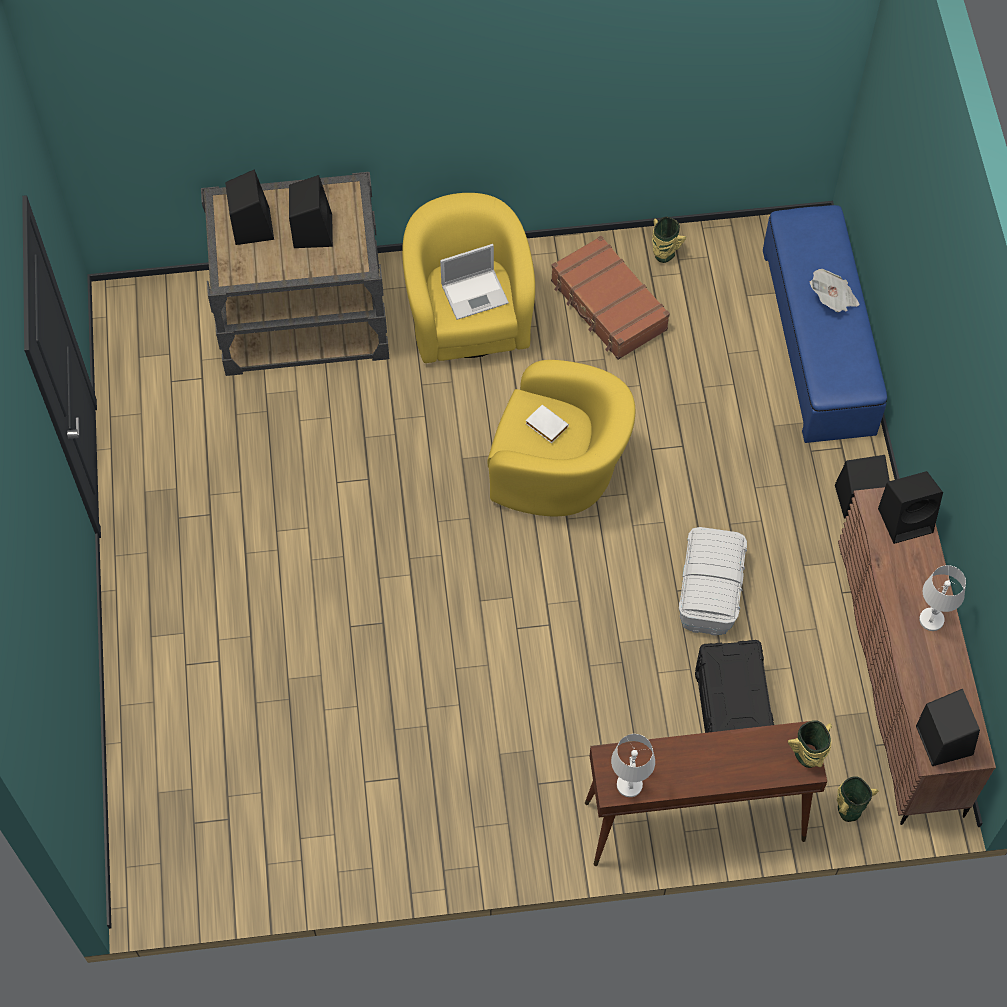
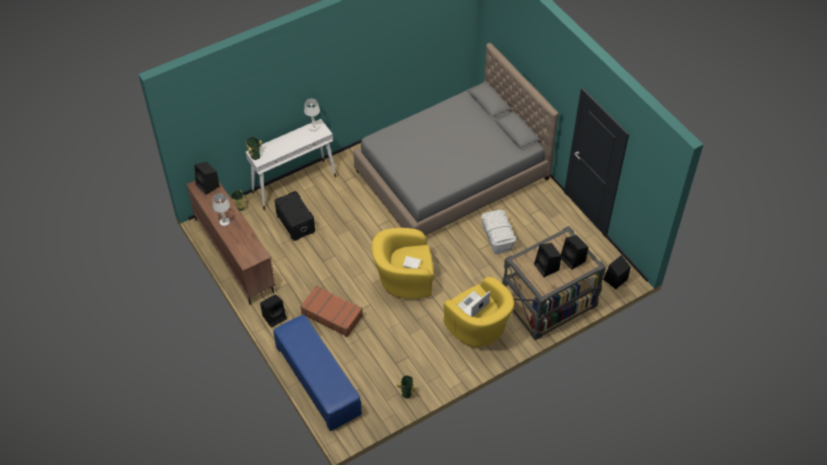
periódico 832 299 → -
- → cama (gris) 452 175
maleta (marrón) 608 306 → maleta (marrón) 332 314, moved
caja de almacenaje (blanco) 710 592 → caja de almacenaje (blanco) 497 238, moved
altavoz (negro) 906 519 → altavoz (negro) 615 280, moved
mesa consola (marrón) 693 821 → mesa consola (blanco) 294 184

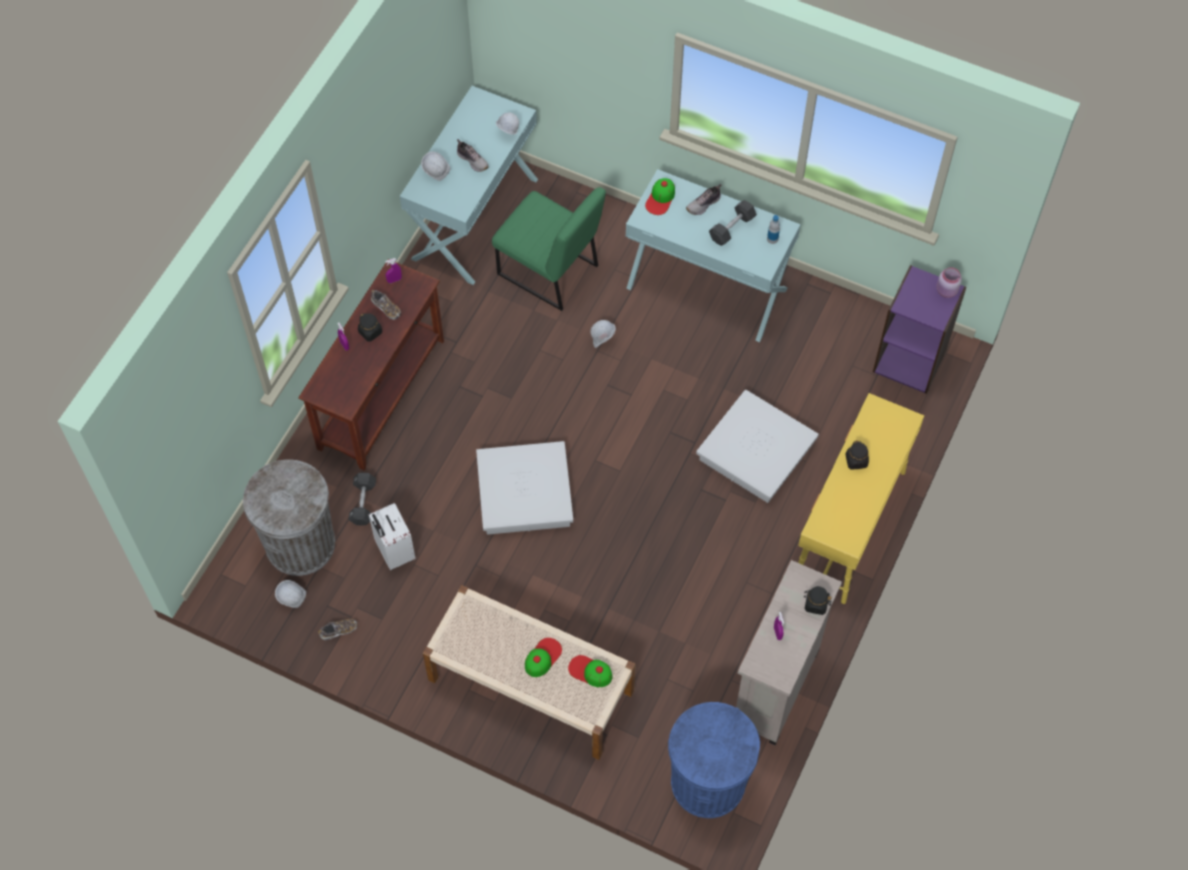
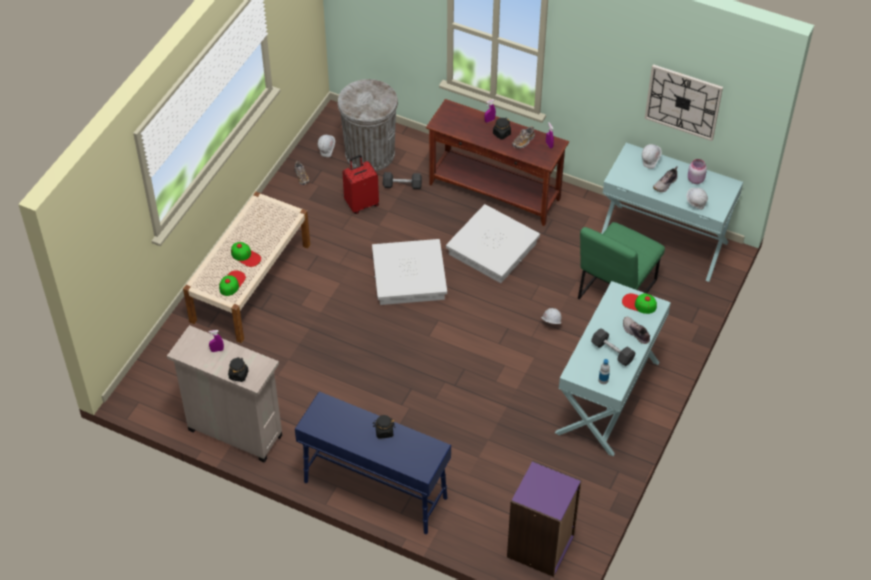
papelera (azul) 707 782 → -
- → reloj de pared 683 102
caja de almacenaje (blanco) 756 452 → caja de almacenaje (blanco) 492 249, moved
tarro (rosa) 946 291 → tarro (rosa) 695 179, moved
maleta (blanco) 394 552 → maleta (rojo) 361 203
mesa consola (amarillo) 848 525 → mesa consola (azul) 375 489

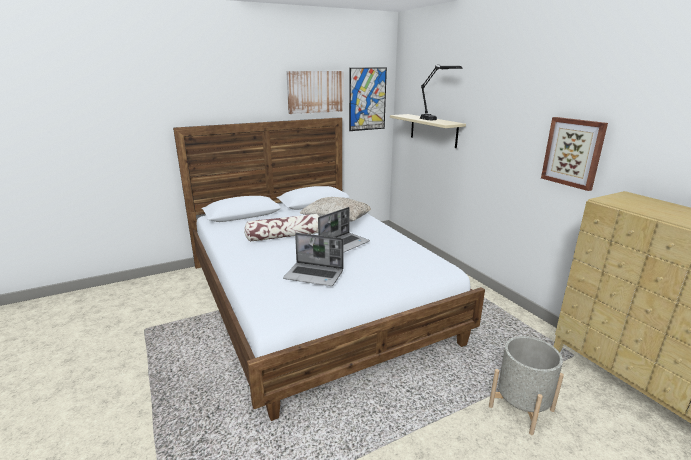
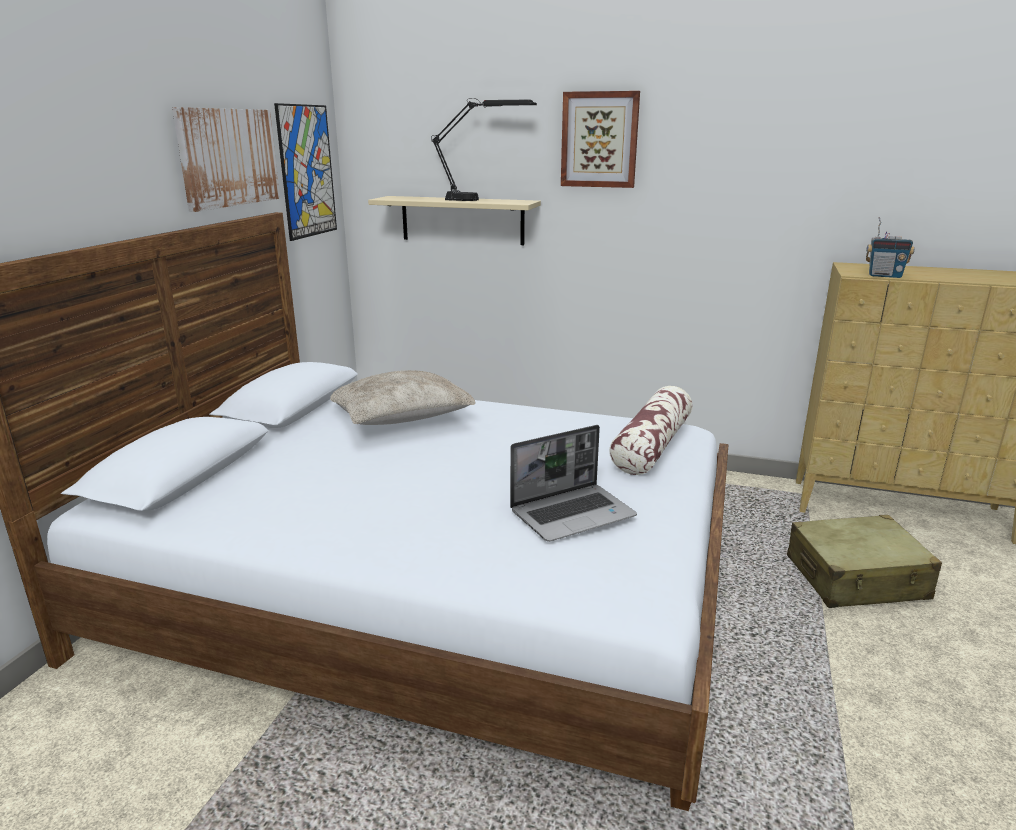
portátil 344 244 → -
- → radio 884 276
cojín 284 236 → cojín 652 445, moved
cuadro 573 152 → cuadro 599 140, moved
maceta (gris) 521 408 → maleta (beis) 856 578

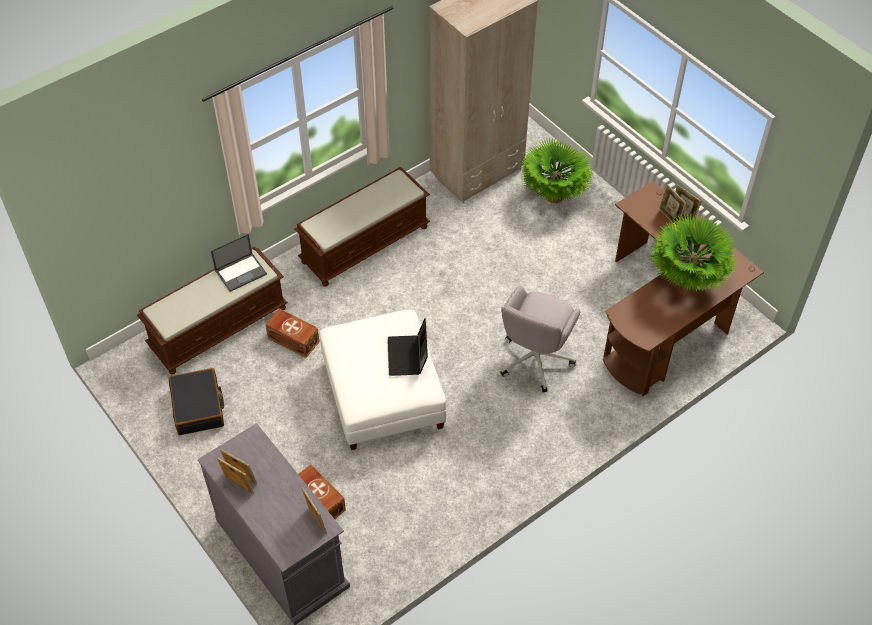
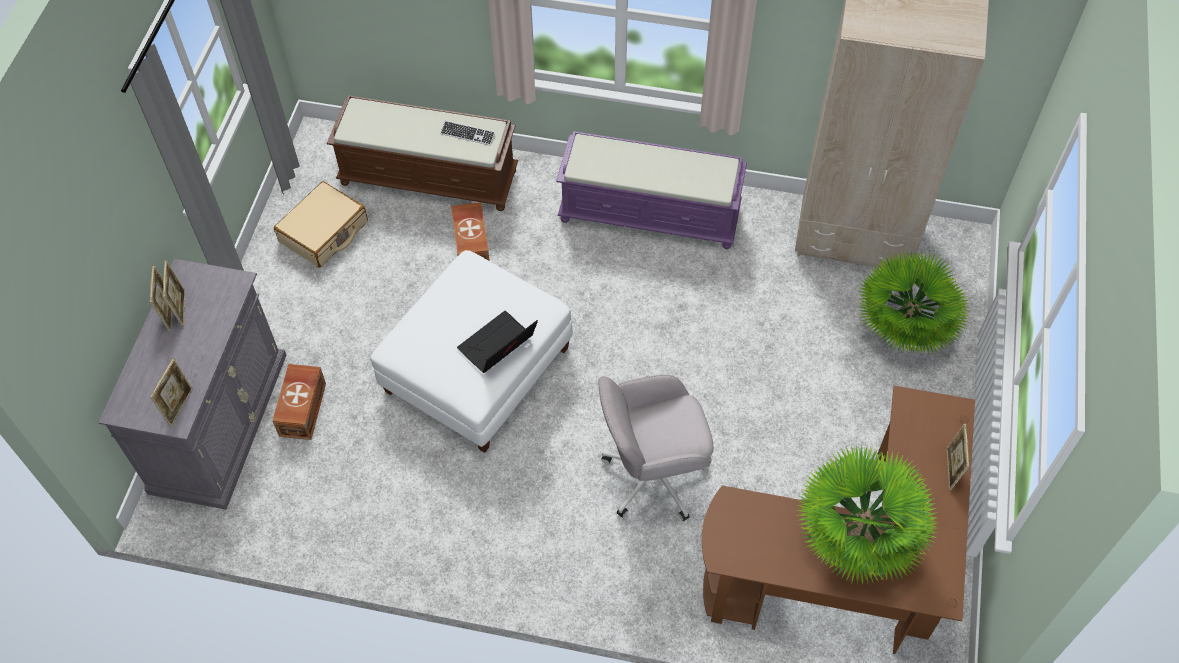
portarretratos 669 218 → -
portátil 241 272 → teclado 467 134
maleta (negro) 198 407 → maleta (beis) 324 232
banco (marrón) 365 243 → banco (morado) 651 213

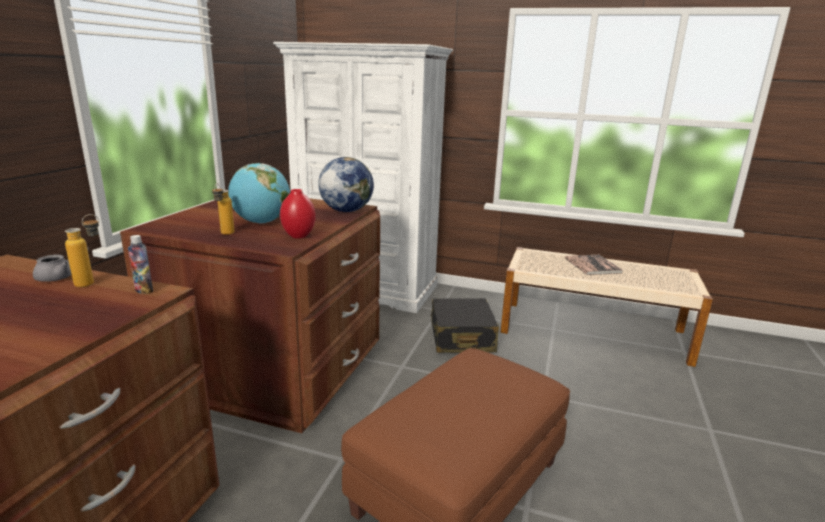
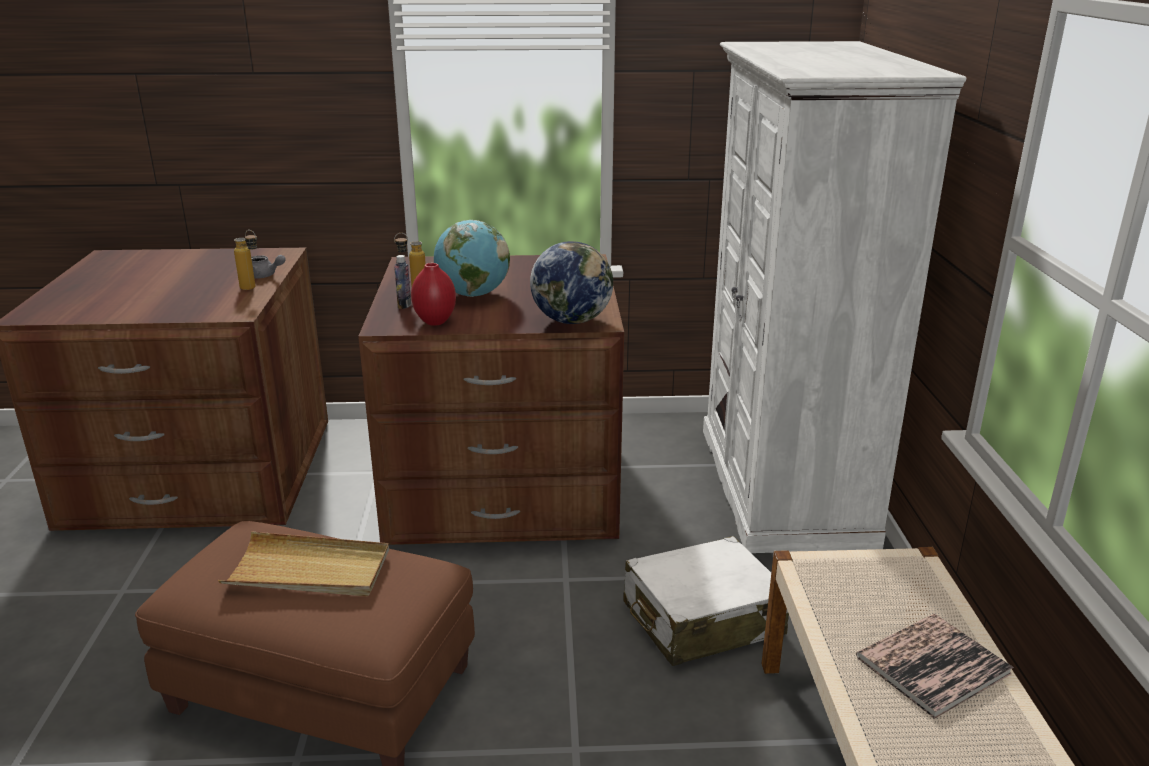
- → bandeja (beis) 309 570
botella 144 290 → botella 404 305, moved
maleta (negro) 461 337 → maleta (blanco) 702 619

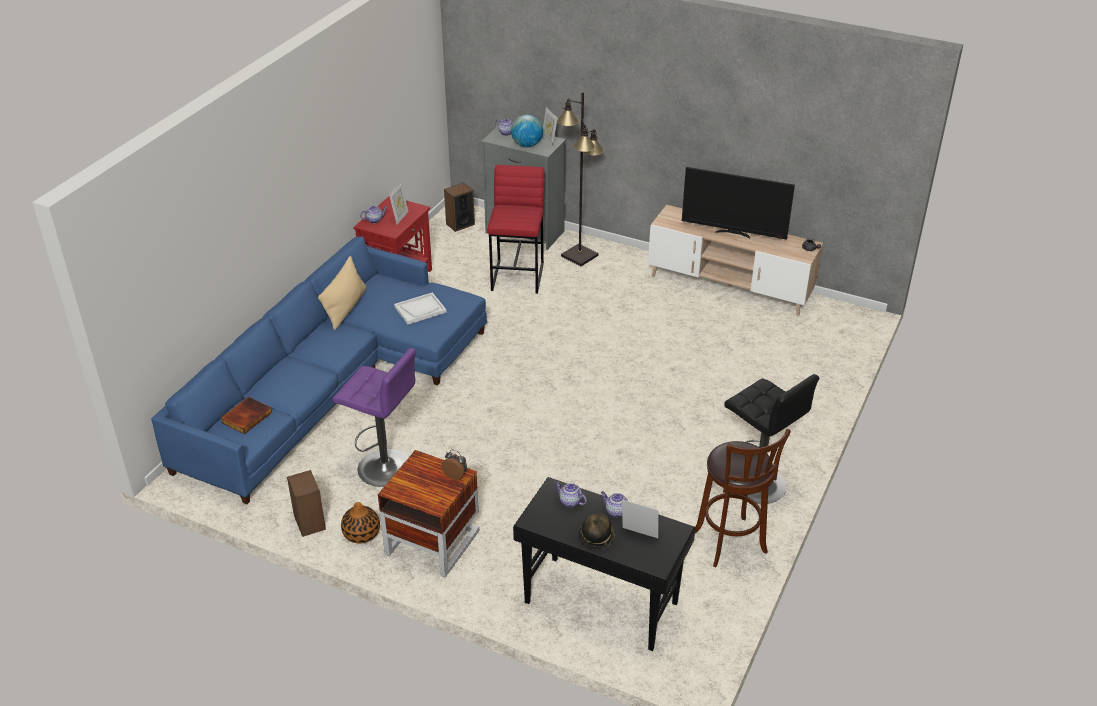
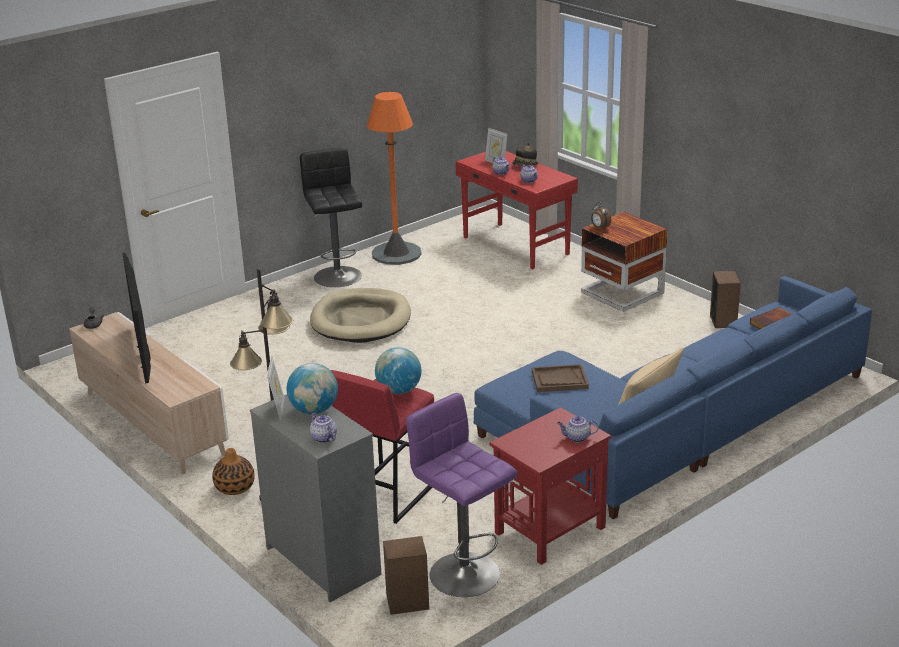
portarretratos 400 217 → -
- → cama para perro (beis) 361 320
- → globo terráqueo 399 391
taburete (morado) 385 468 → taburete (morado) 464 574, moved
florero 361 533 → florero 235 487, moved
taburete (marrón) 731 545 → lámpara de pie (naranja) 396 254
bandeja (blanco) 420 309 → bandeja (marrón) 559 380
mesa consola (negro) 600 603 → mesa consola (rojo) 516 246
televisor 733 233 → televisor 144 356, 150 degrees counterclockwise

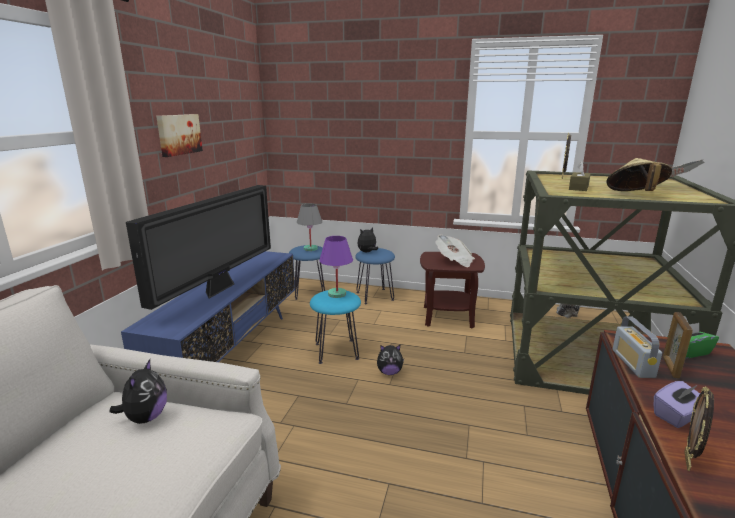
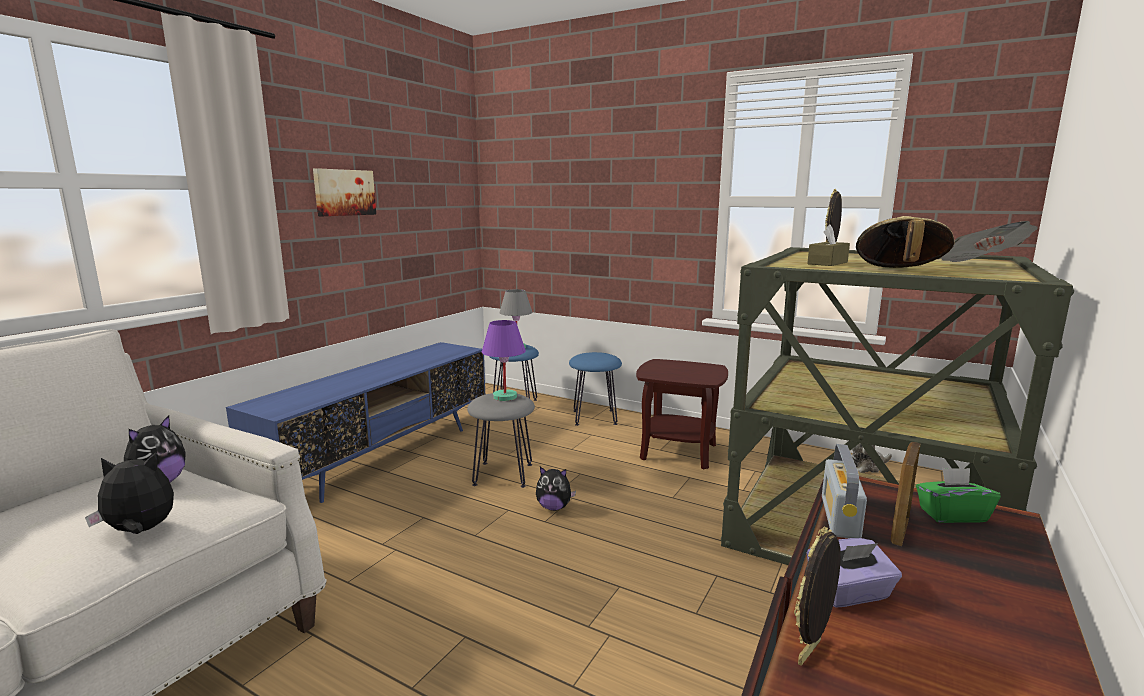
televisor 219 289 → -
periódico 454 261 → -
peluche 367 252 → peluche 140 531, moved
taburete (turquesa) 336 351 → taburete (gris) 503 474

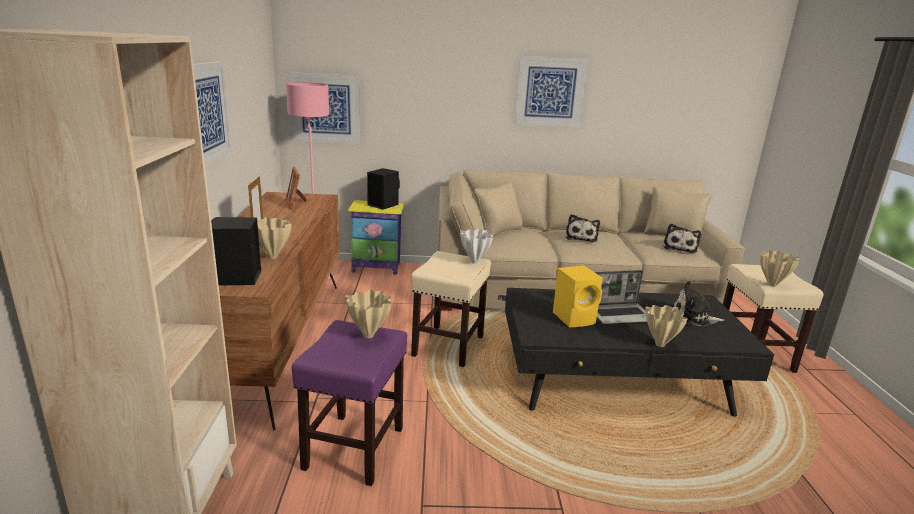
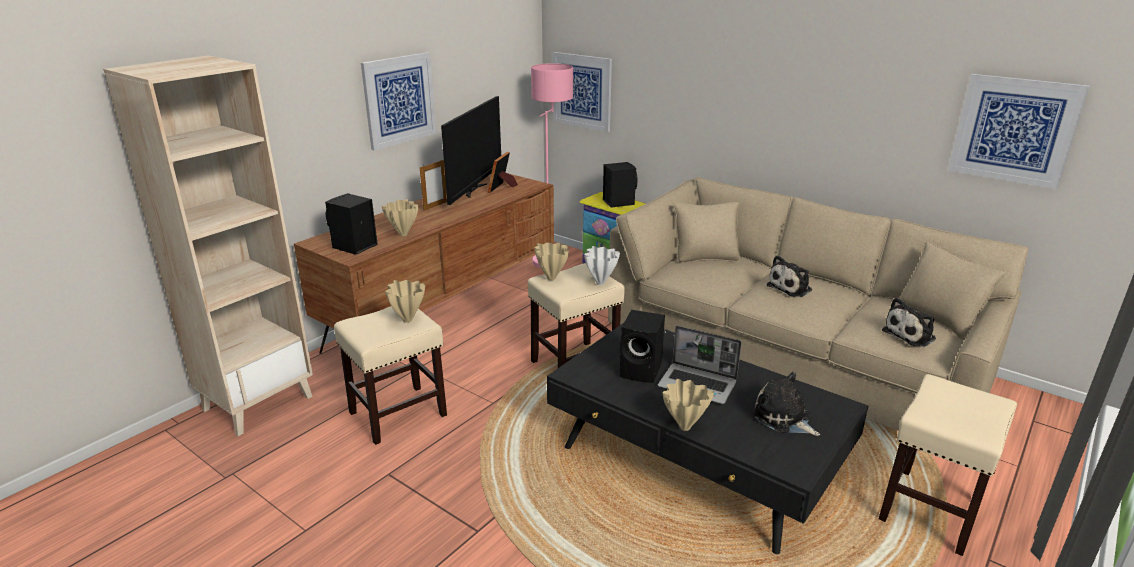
- → televisor 474 190
cuadro 550 92 → cuadro 1014 130, moved
florero (beis) 773 285 → florero (beis) 551 278, moved
taburete (morado) 354 447 → taburete (beis) 399 413
altavoz (amarillo) 575 318 → altavoz (negro) 642 371

